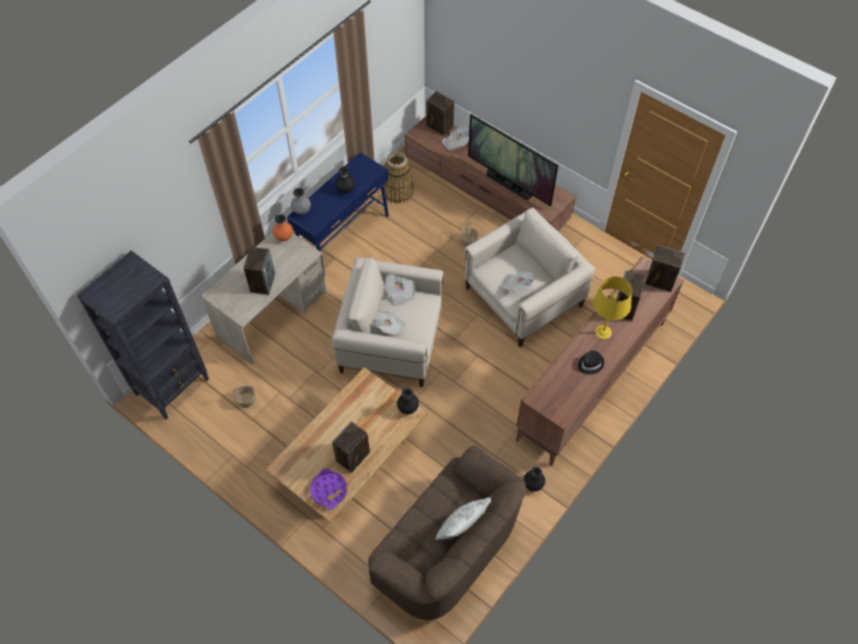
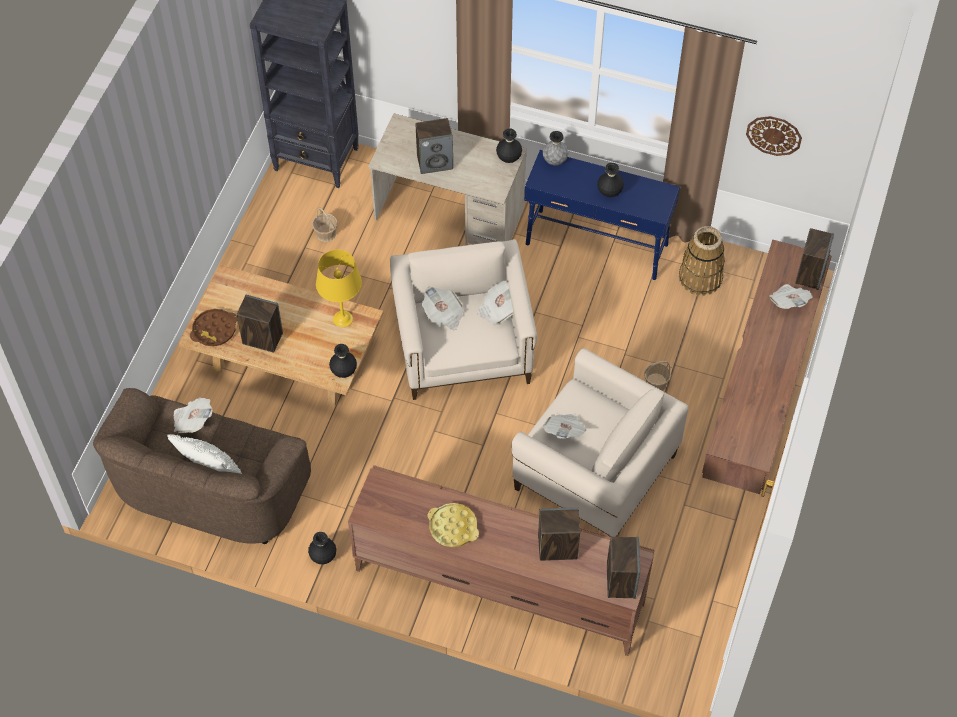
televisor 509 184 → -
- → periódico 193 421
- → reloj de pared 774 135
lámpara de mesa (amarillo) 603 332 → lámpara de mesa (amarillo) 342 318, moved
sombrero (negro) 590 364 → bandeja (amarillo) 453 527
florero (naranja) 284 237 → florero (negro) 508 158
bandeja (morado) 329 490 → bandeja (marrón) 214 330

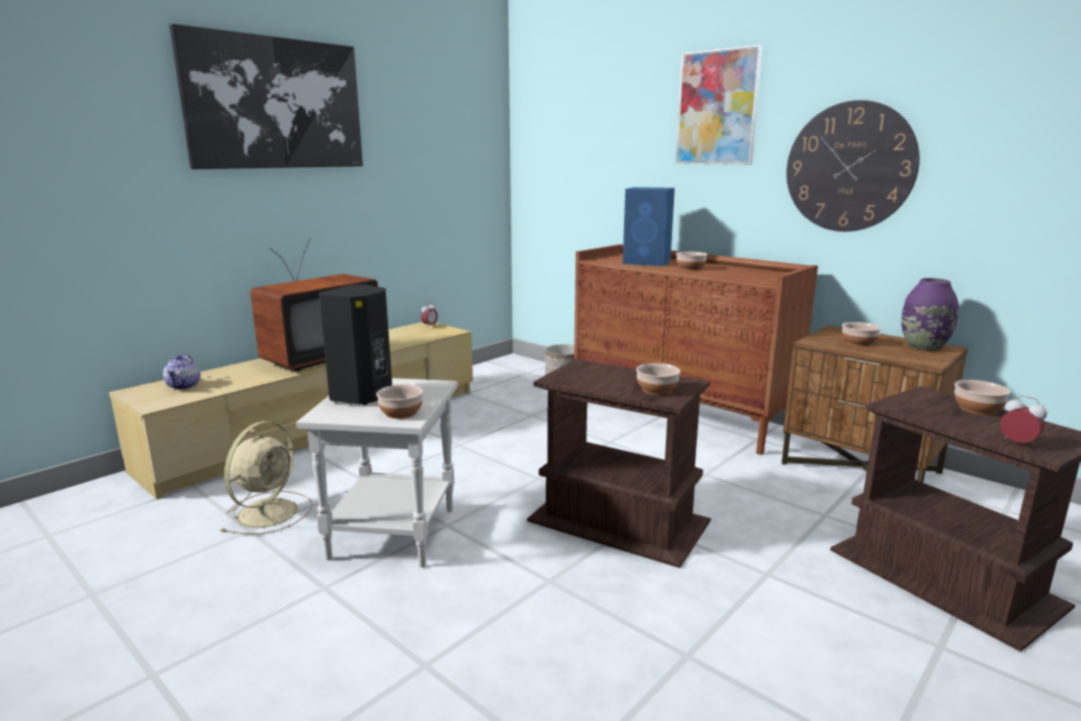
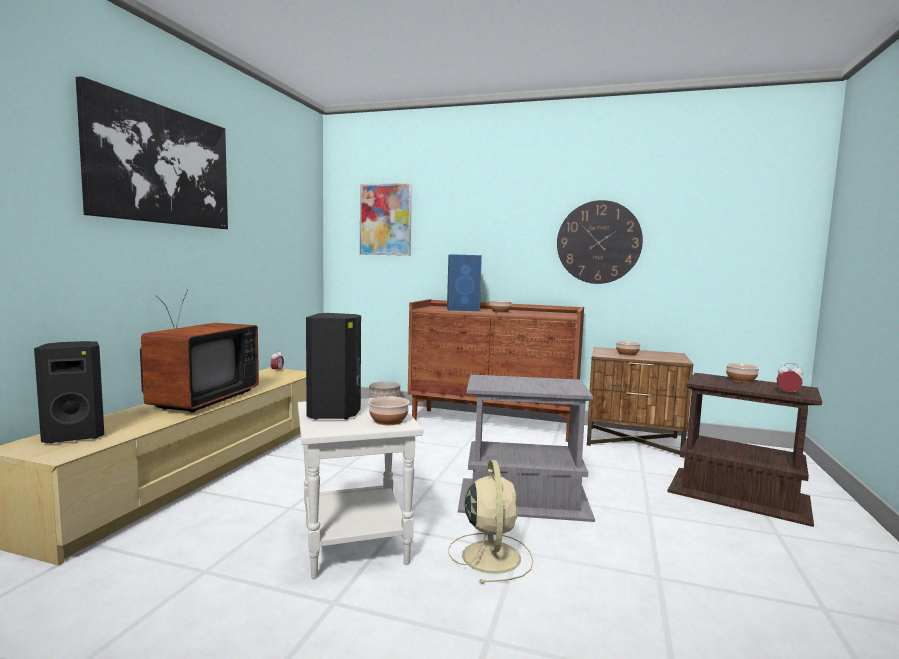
cuenco 657 390 → -
florero (morado) 923 347 → -
ventilador (beis) 269 512 → ventilador (beis) 490 555, moved
cuadro 717 108 → cuadro 385 219, moved
tetera 184 386 → altavoz (negro) 75 436
mesa auxiliar (marrón) 620 521 → mesa auxiliar (gris) 524 499

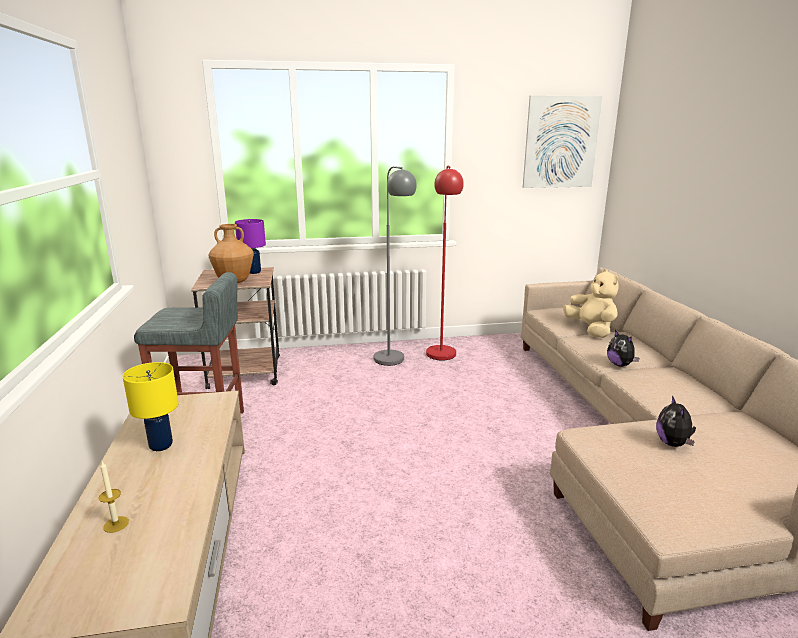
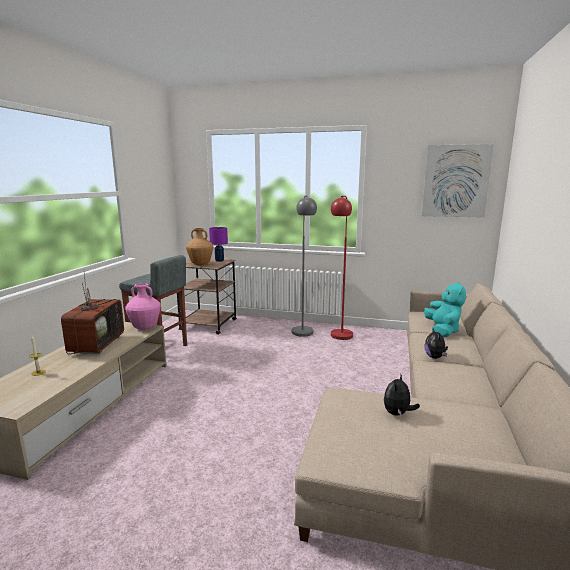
- → florero (rosa) 145 328
lámpara de mesa (amarillo) 160 446 → televisor 96 344
peluche (beis) 591 330 → peluche (turquesa) 442 331

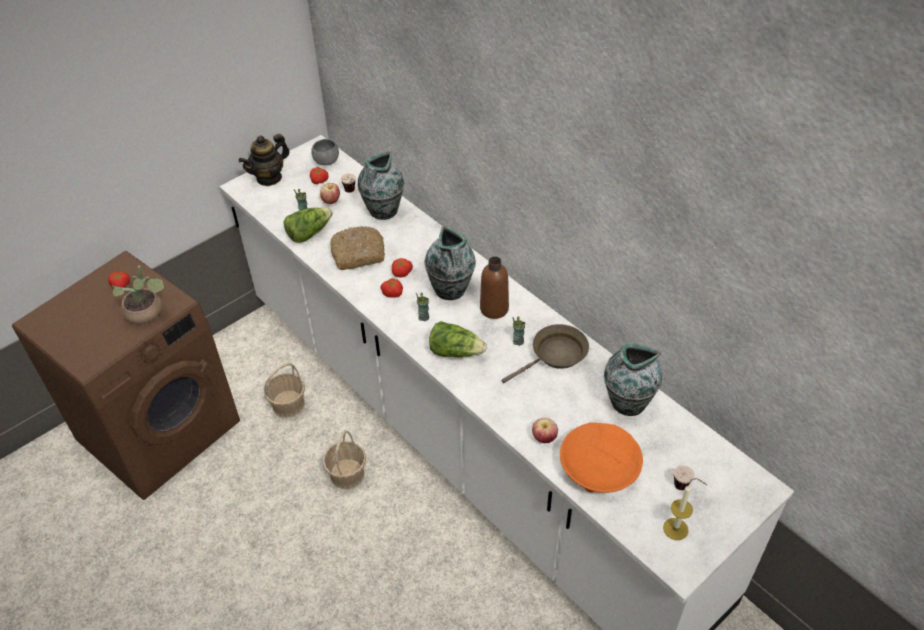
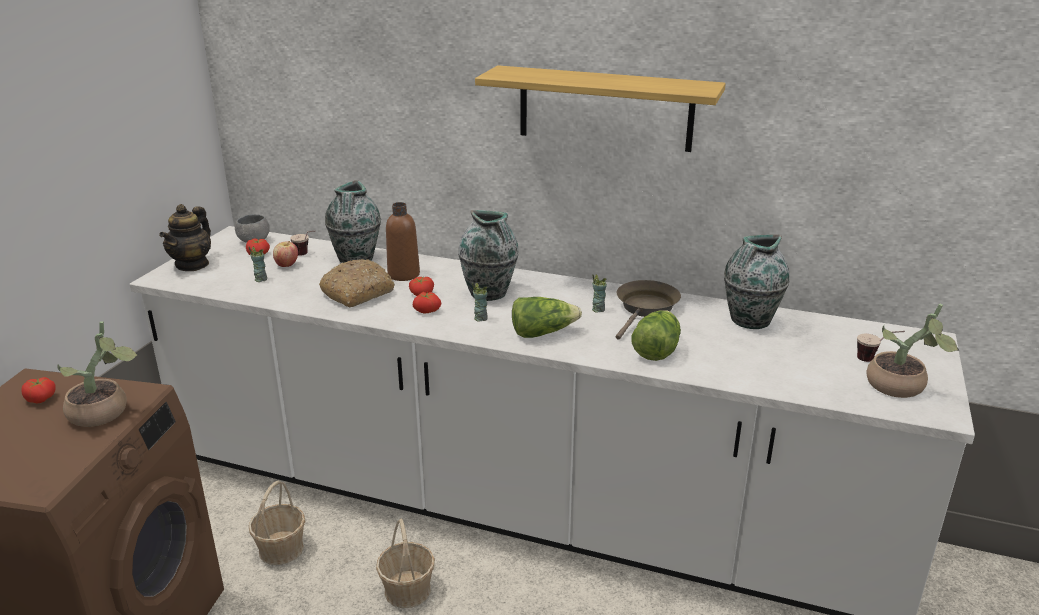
manzana 544 438 → -
cuenco (naranja) 598 468 → -
- → estante 605 108
lechuga 309 233 → lechuga 656 349, moved
botella (marrón) 494 309 → botella (marrón) 403 274, moved
vela 675 529 → planta en maceta 901 388

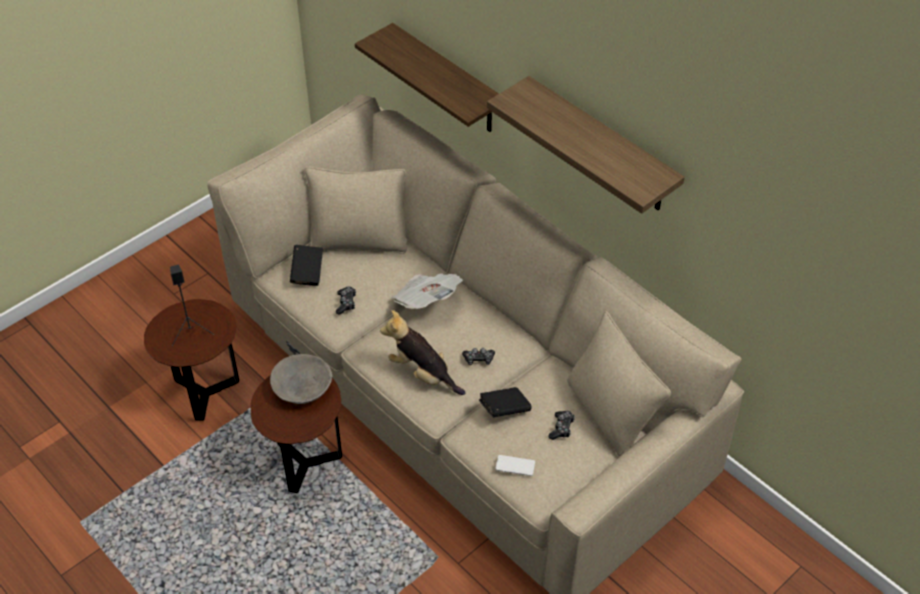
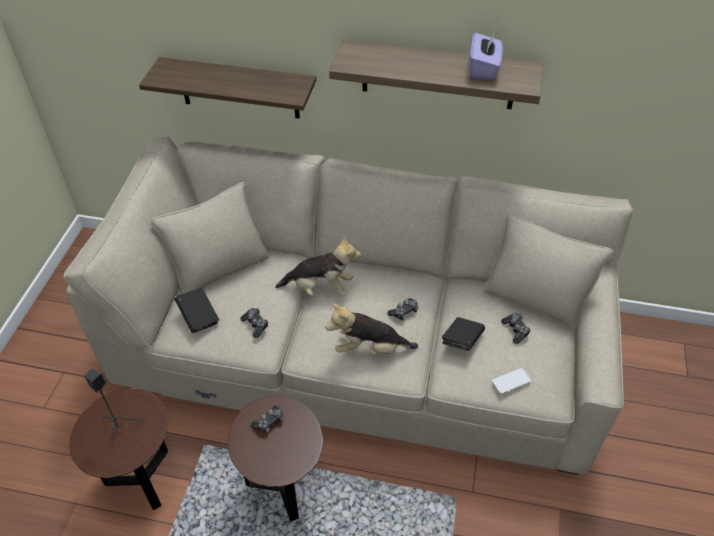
- → caja de pañuelos (morado) 483 69
cuenco (gris) 301 388 → mando de consola 269 422
periódico 427 301 → peluche 320 288

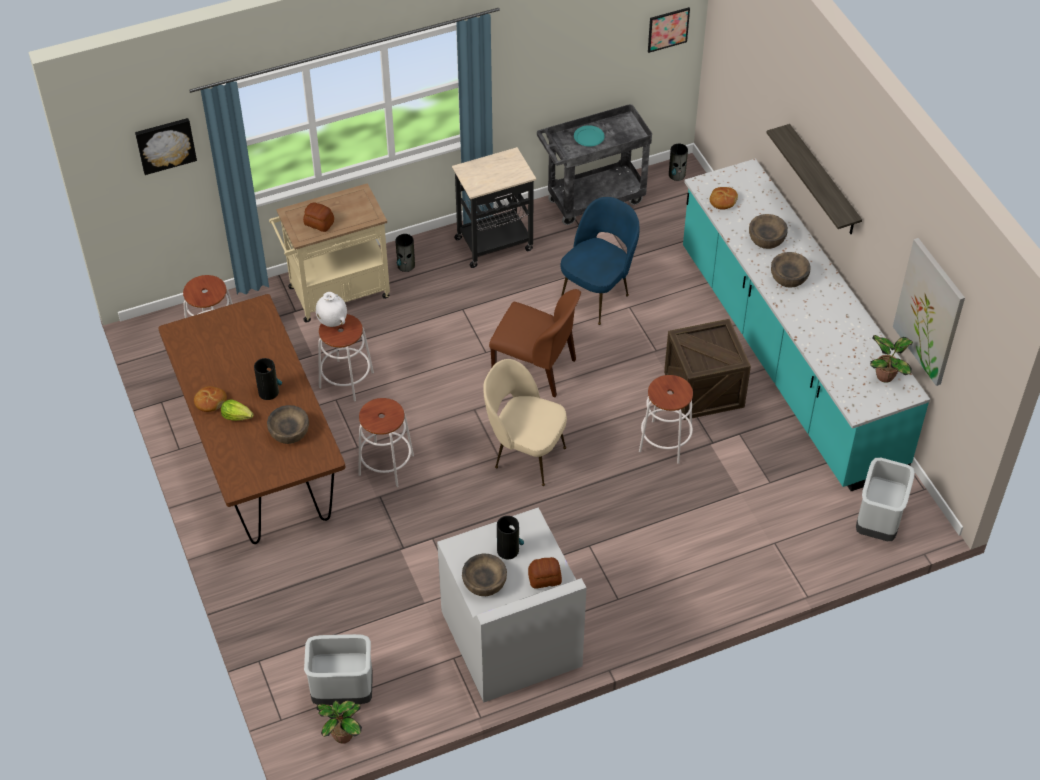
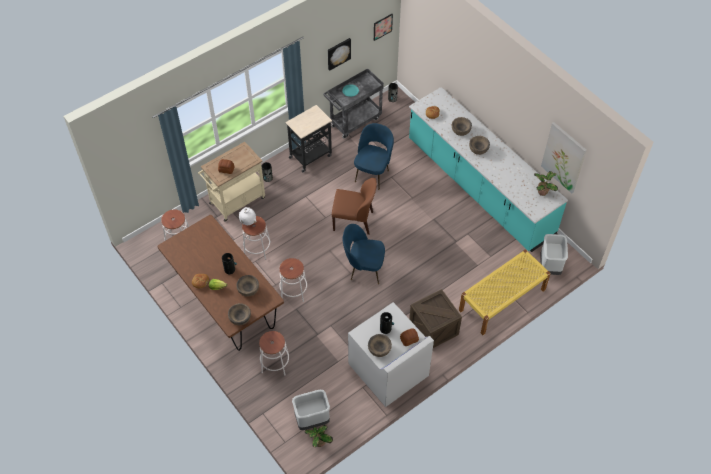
estante 823 181 → -
- → cuenco (marrón) 240 317
- → banco (amarillo) 502 300
cuadro 165 144 → cuadro 338 53, moved
taburete (blanco) 665 442 → taburete (blanco) 275 363, moved
caja de embalaje 704 389 → caja de embalaje 433 328, moved
silla (beis) 525 455 → silla (azul) 363 269

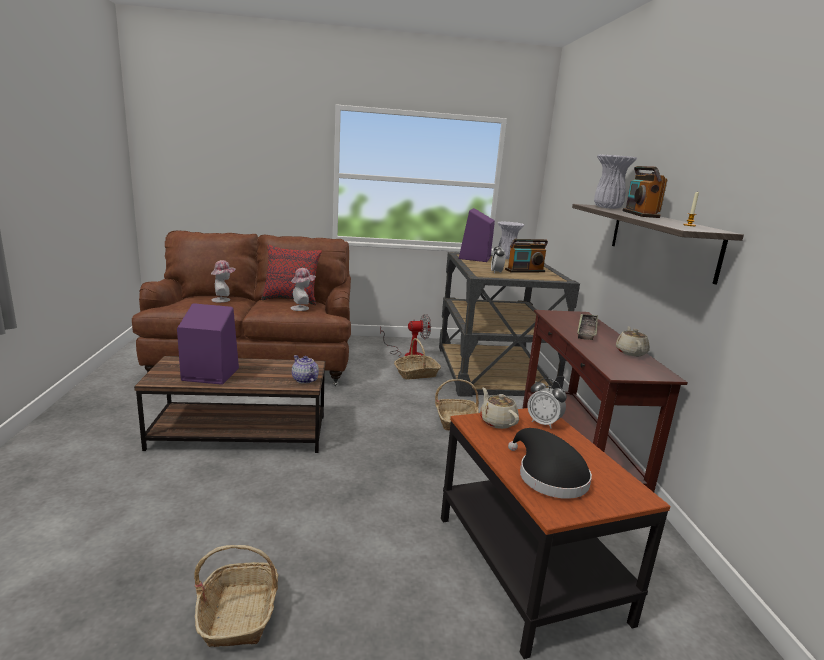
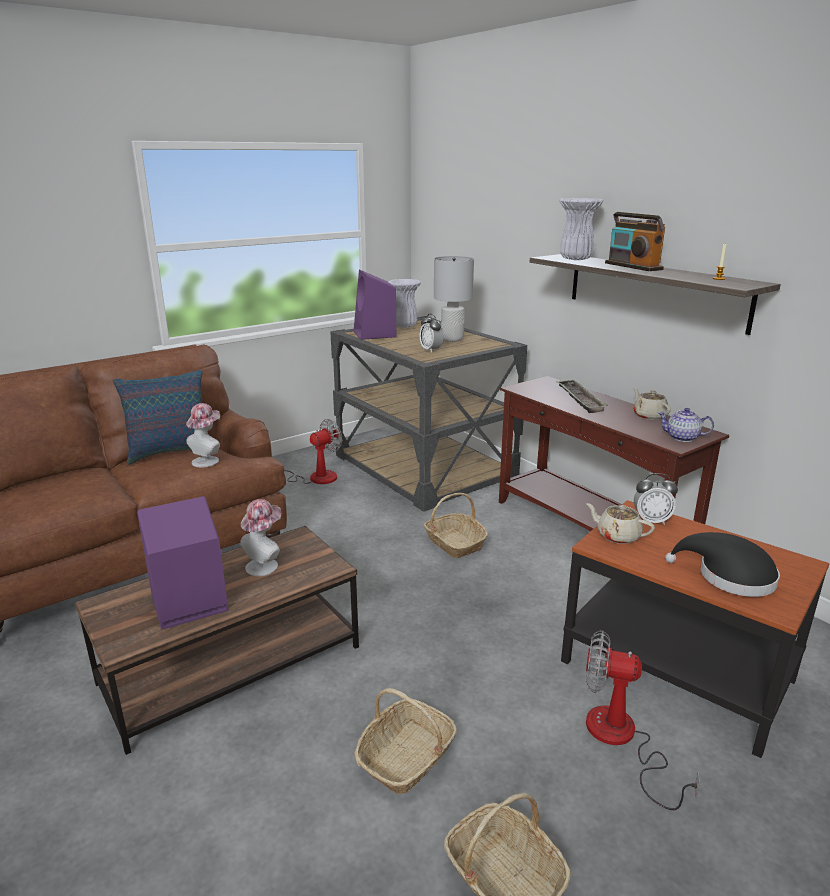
- → ventilador 621 740
sombrero 223 300 → sombrero 265 564, moved
tetera 305 380 → tetera 682 438, moved
cesta 416 373 → cesta 406 757, moved
radio 525 271 → lámpara de mesa (gris) 452 340
cojín (rojo) 291 300 → cojín (azul) 171 453

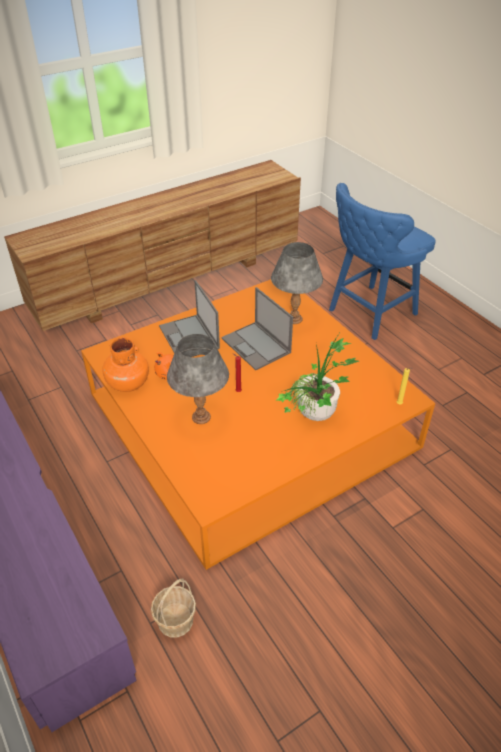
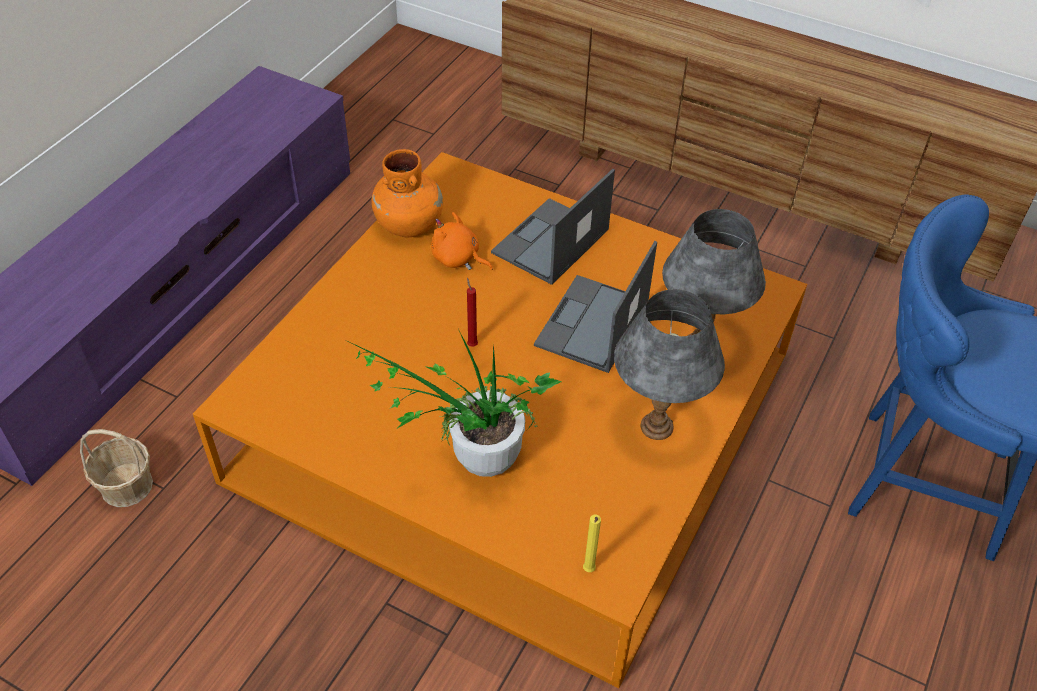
lámpara de mesa (gris) 201 417 → lámpara de mesa (gris) 657 426, moved

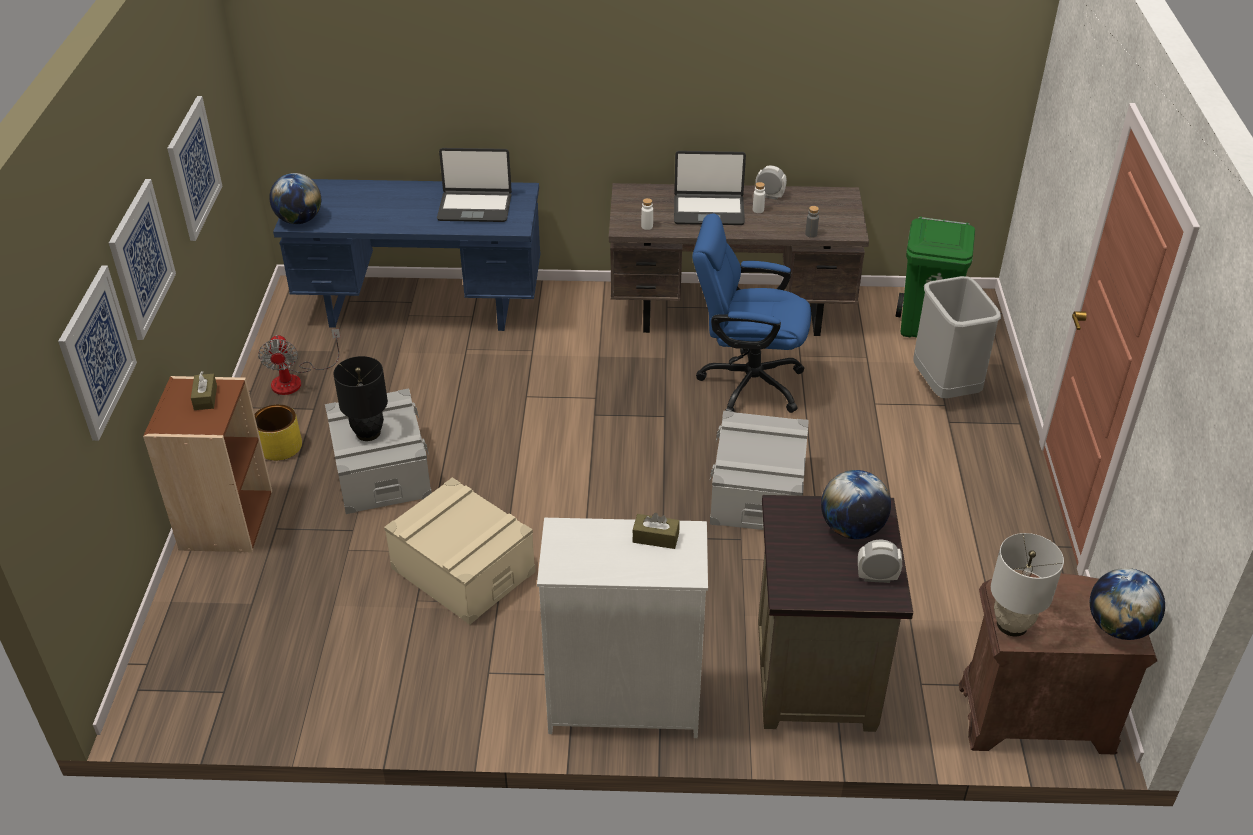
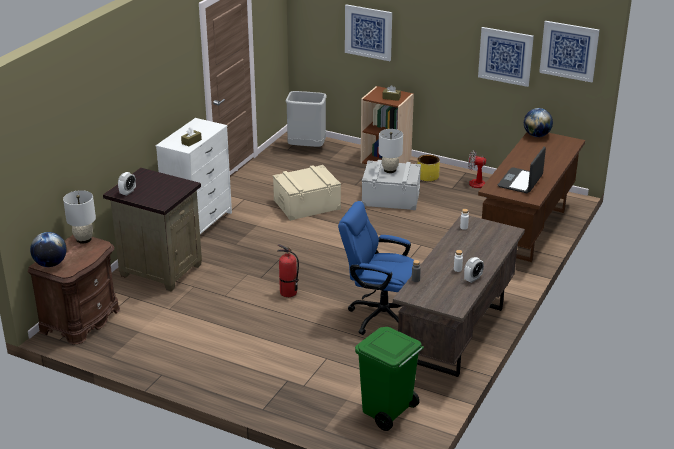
portátil 708 210 → -
globo terráqueo 852 528 → -
cuadro 141 259 → cuadro 569 51, moved
papelera (gris) 943 387 → papelera (gris) 307 147, moved
caja de almacenaje (gris) 758 492 → extintor 288 293
escritorio (azul) 423 307 → escritorio (marrón) 527 231
lámpara de mesa (negro) 368 433 → lámpara de mesa (blanco) 390 170
silla de oficina (azul) 746 385 → silla de oficina (azul) 379 317, 105 degrees counterclockwise

